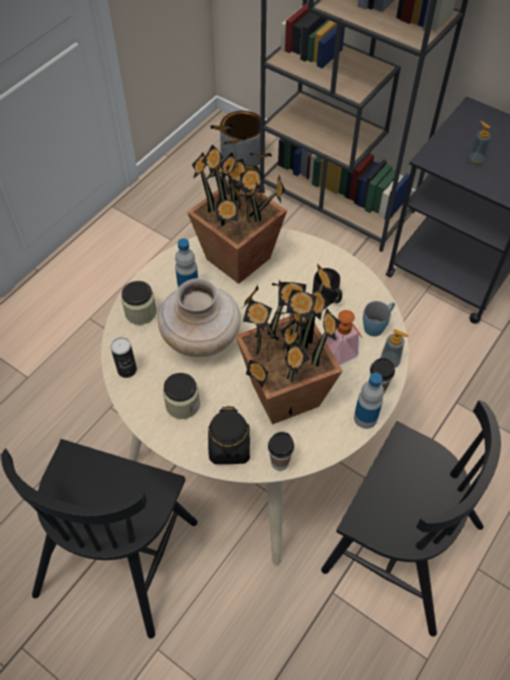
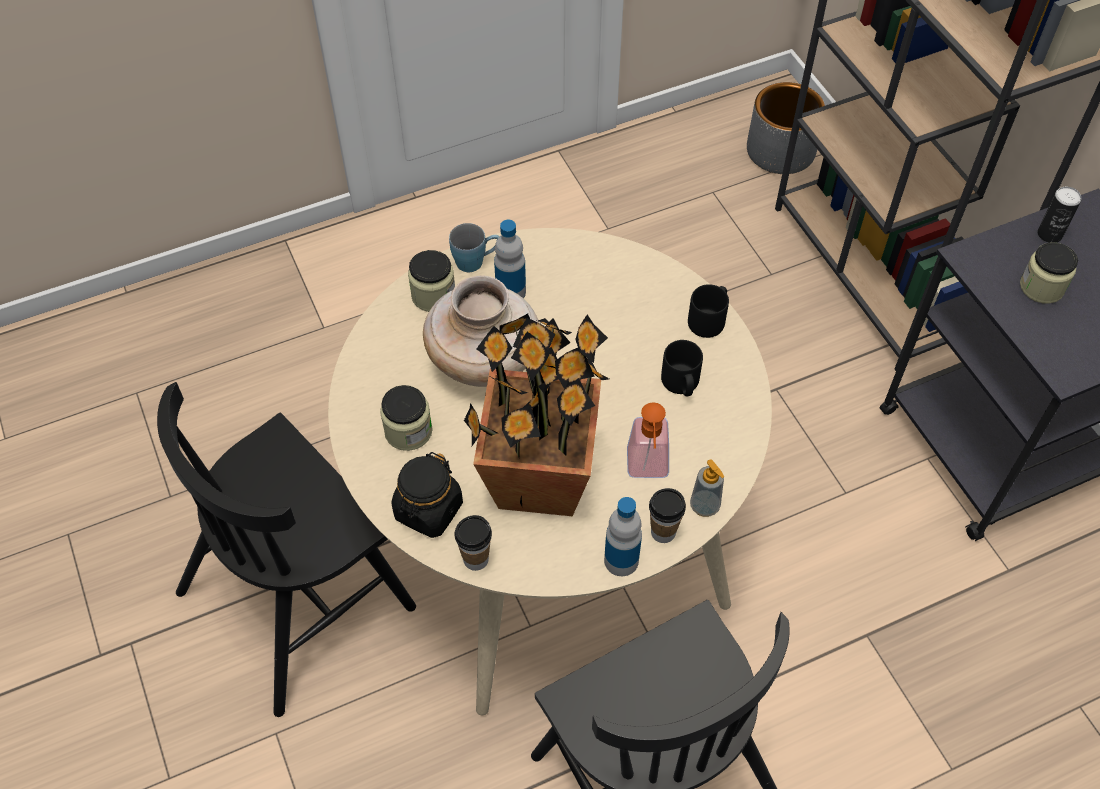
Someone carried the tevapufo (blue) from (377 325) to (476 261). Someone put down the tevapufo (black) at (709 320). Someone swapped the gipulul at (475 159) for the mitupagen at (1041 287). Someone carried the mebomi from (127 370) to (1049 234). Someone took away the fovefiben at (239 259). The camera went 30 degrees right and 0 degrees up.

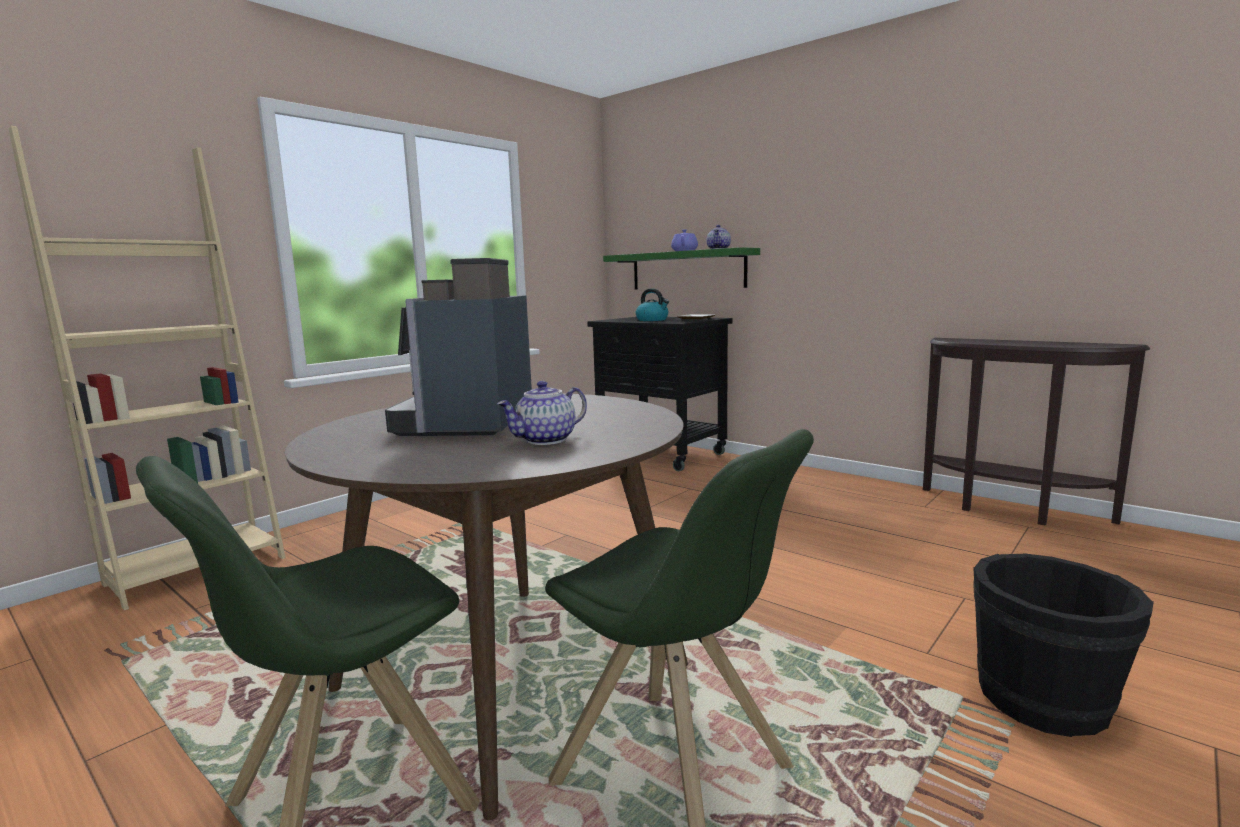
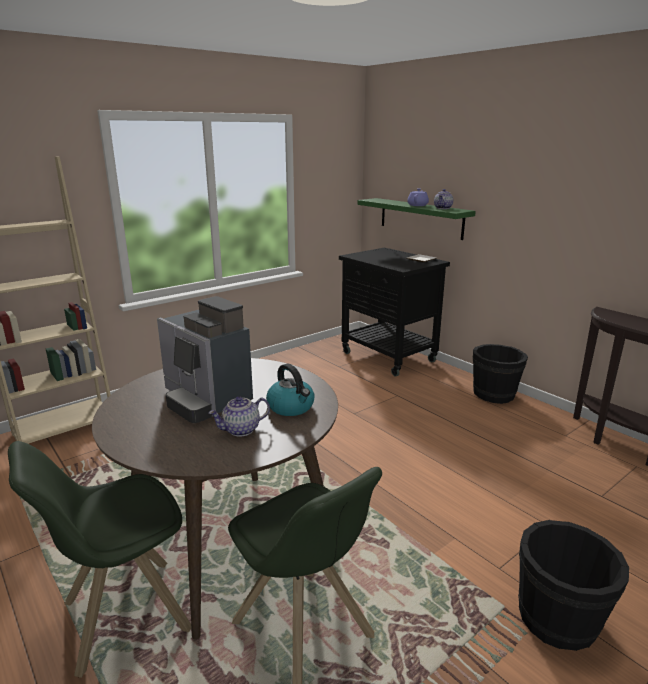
Someone rotated the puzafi at (469 423) by 60 degrees counterclockwise. Someone carried the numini from (652 320) to (291 407). Someone put down the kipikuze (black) at (494 394). The camera went 10 degrees right and 10 degrees up.

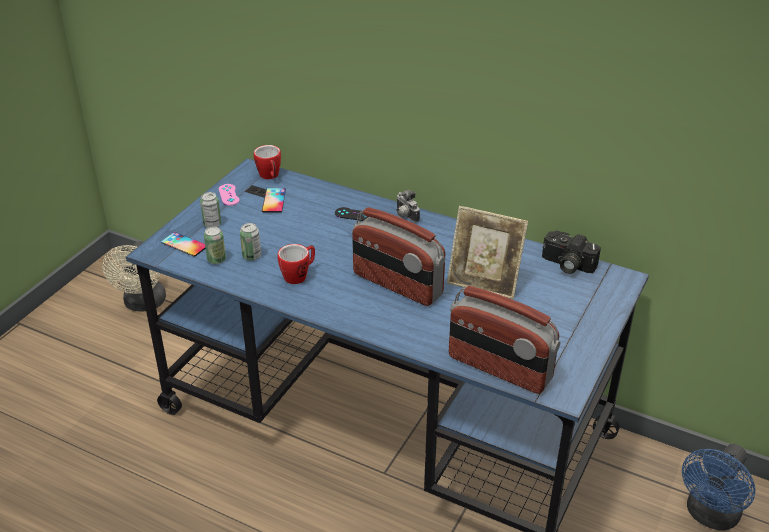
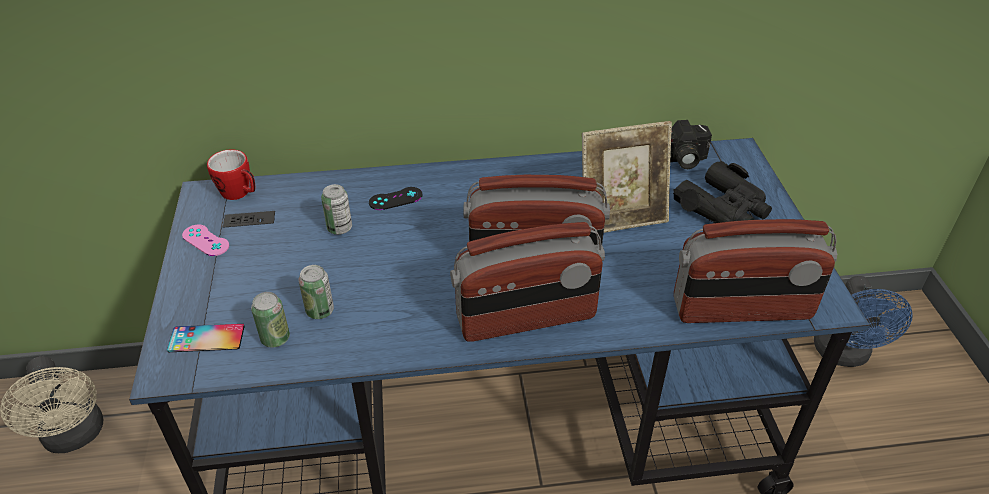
Someone carried the mebomi from (212 224) to (339 228). Someone put down the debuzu at (526 319). Someone put down the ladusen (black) at (723 208). Someone took away the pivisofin at (274 200). Someone took away the tevapufo at (299 275). Someone took away the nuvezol at (405 216). The camera went 35 degrees left and 5 degrees up.

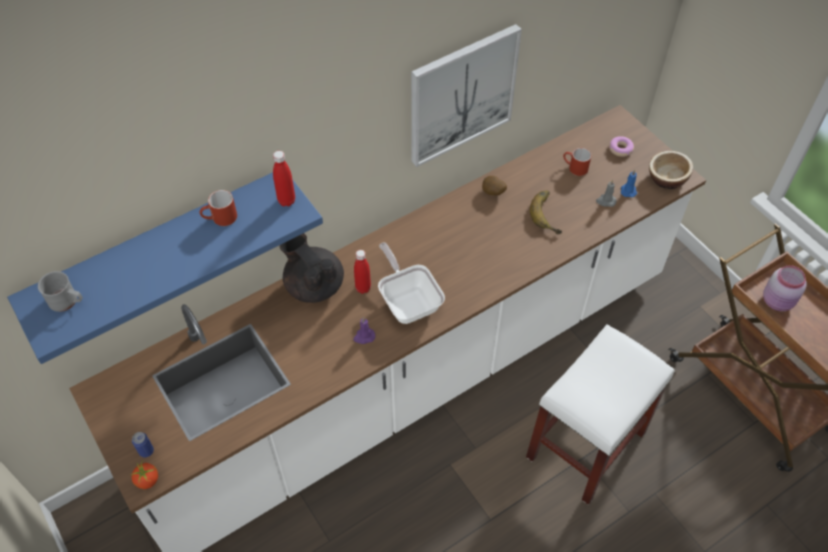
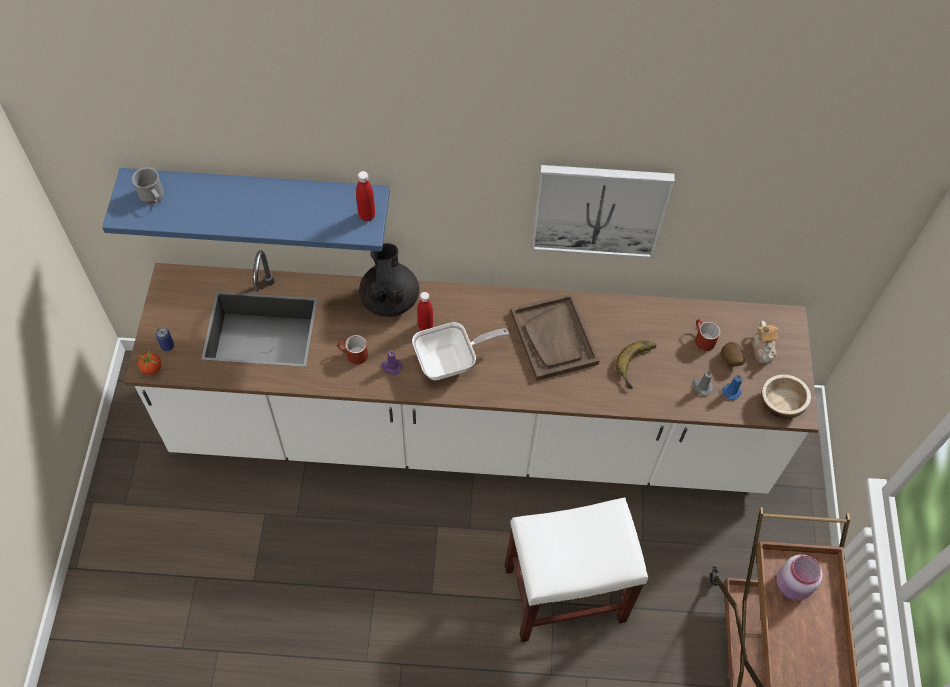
Someone carried the tevapufo (red) from (220 219) to (353 355). Someone rotated the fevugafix at (408 301) by 60 degrees clockwise. Someone put down the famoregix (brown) at (554 338). Someone carried the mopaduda from (493 193) to (729 360). Someone swapped the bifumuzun at (620 149) for the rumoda at (763 349). The camera went 35 degrees right and 5 degrees up.

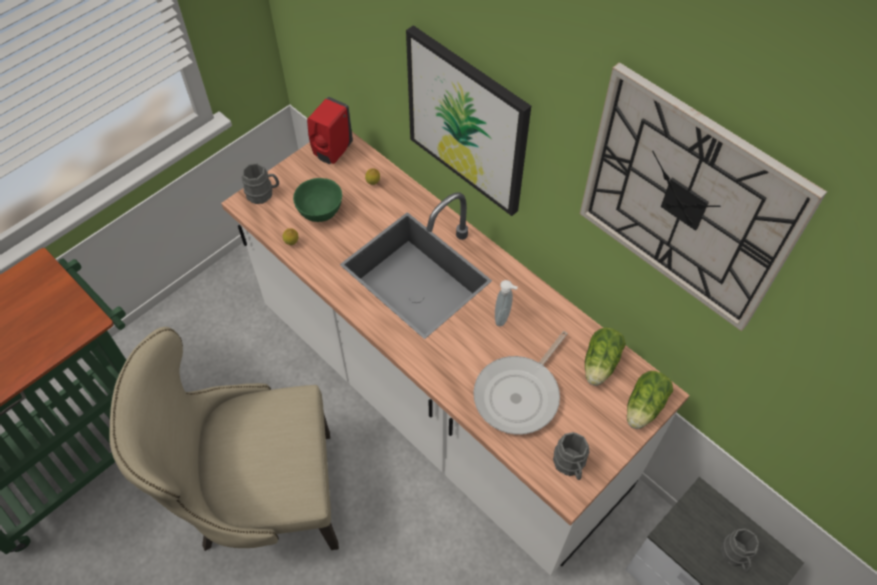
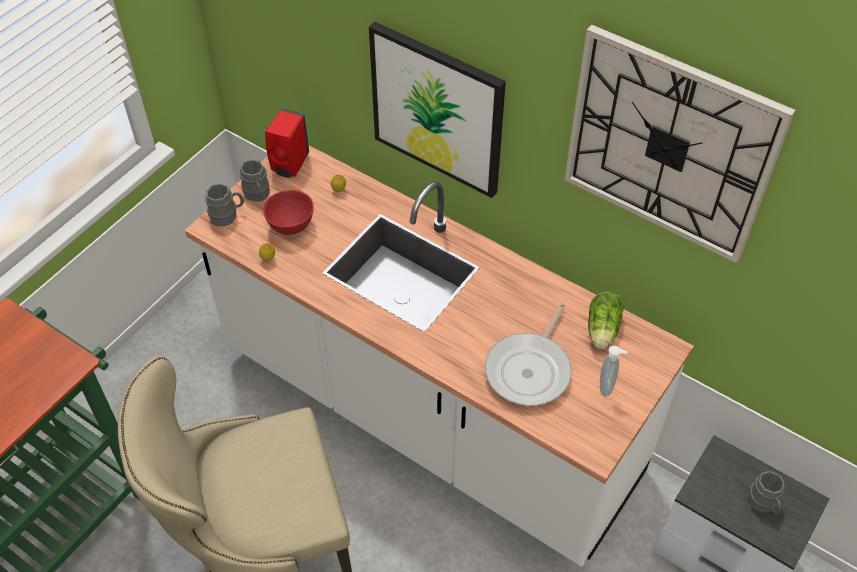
Someone carried the tevapufo (grey) from (570 465) to (257 195). Someone repainted the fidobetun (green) at (321 212), which became the fidobetun (red) at (291 225). Someone carried the gipulul from (503 317) to (607 386). Someone took away the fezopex at (643 408). The camera went 10 degrees left and 5 degrees down.

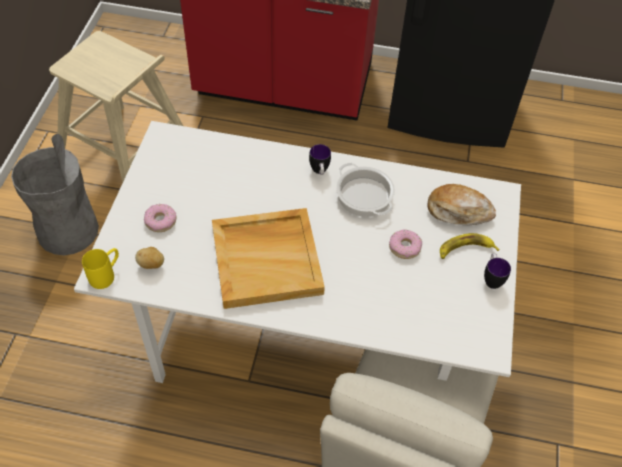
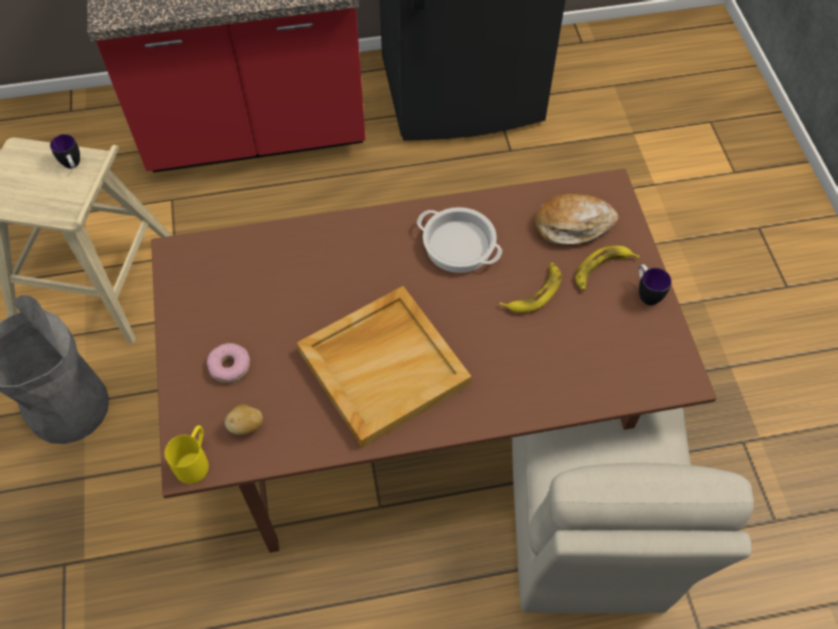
Someone carried the tevapufo from (319 172) to (73 166). Someone repainted the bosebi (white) at (303 332), which became the bosebi (brown) at (417 423). Someone swapped the bifumuzun at (404 247) for the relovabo at (534 292). The camera went 20 degrees left and 5 degrees up.

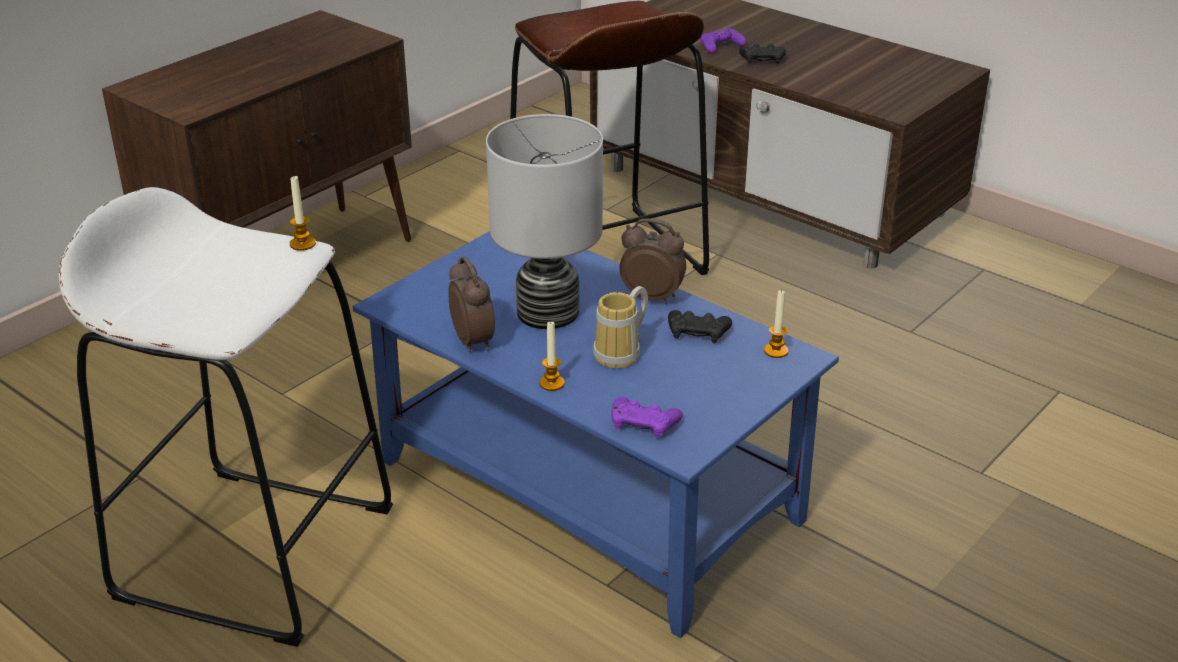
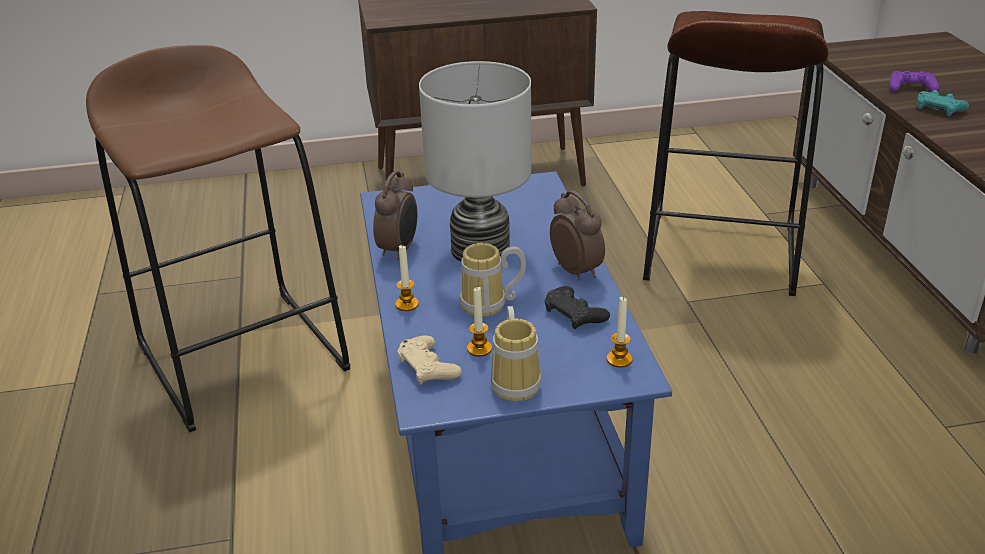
Someone repainted the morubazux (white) at (255 552), which became the morubazux (brown) at (243 356). Someone repainted the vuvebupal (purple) at (643 423), which became the vuvebupal (beige) at (428 367). Someone carried the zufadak from (302 244) to (479 349). Someone put down the tevapufo at (517 381). Someone repainted the vuvebupal (black) at (762 59), which became the vuvebupal (turquoise) at (939 109). The camera went 40 degrees right and 0 degrees up.

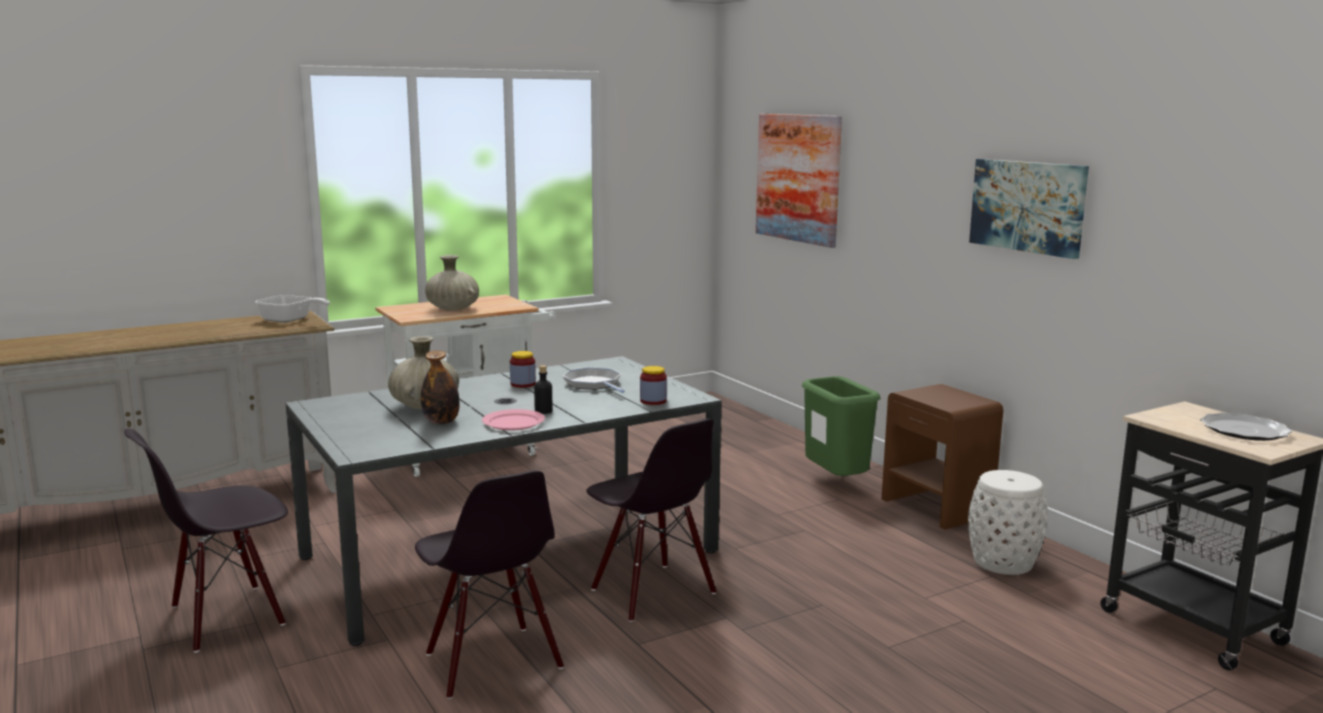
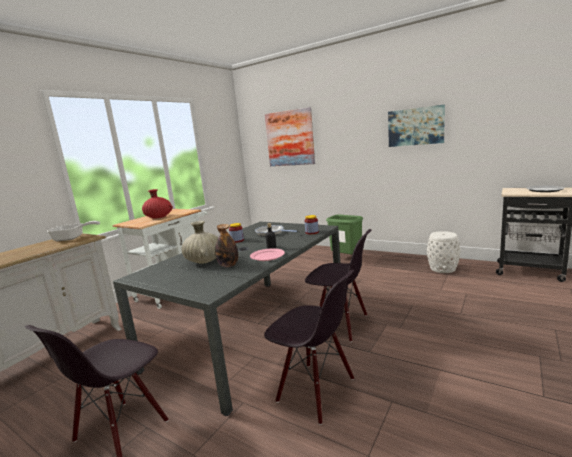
Someone repainted the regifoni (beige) at (452 309), which became the regifoni (red) at (158 217). Someone took away the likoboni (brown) at (937 507). The camera went 25 degrees left and 0 degrees up.

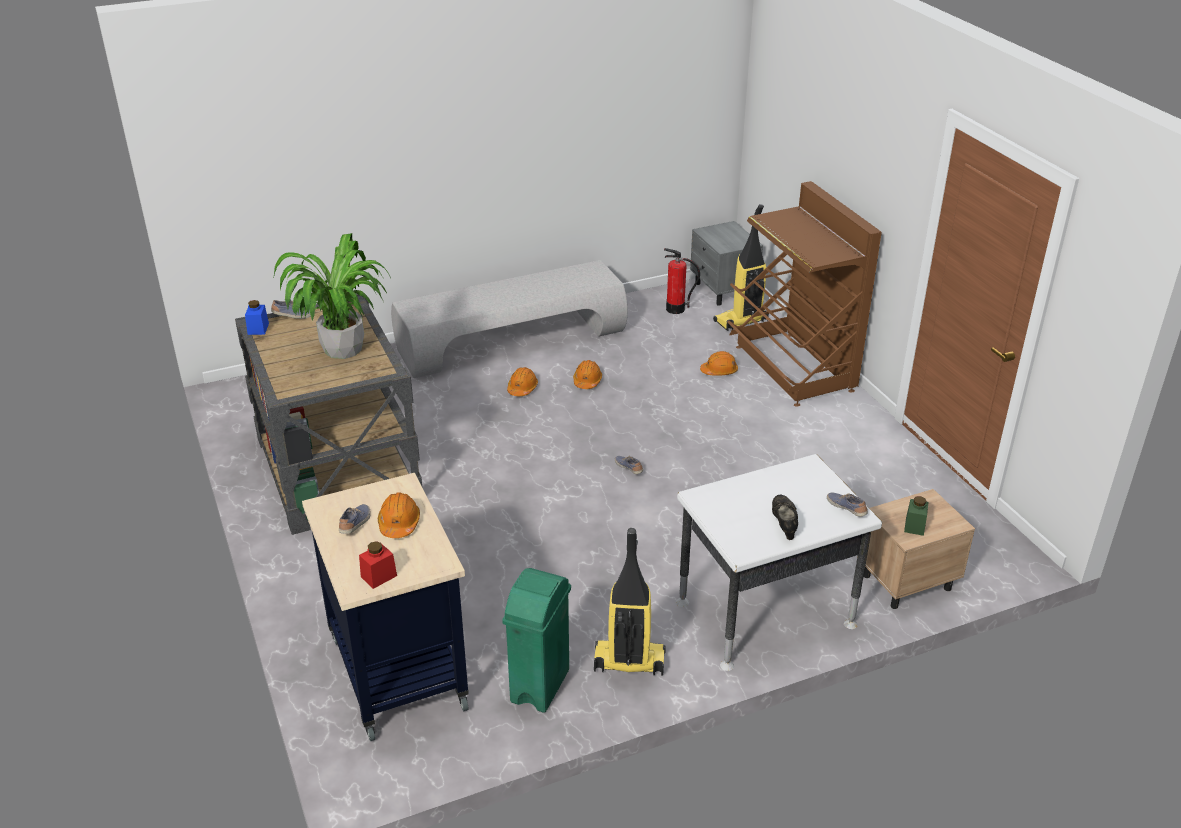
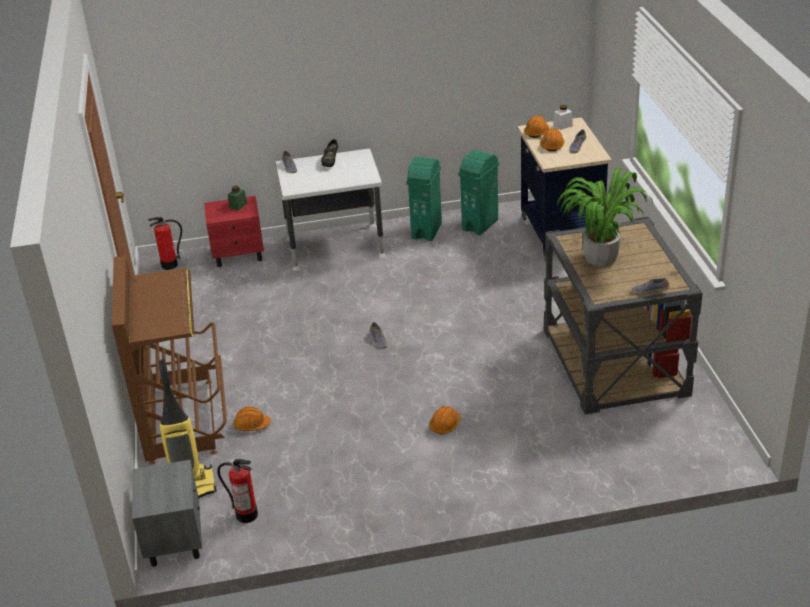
Someone put down the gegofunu at (169 265). Someone repainted the likoboni (beige) at (905 582), which became the likoboni (red) at (239 254). Someone swapped the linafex at (628 662) for the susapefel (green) at (427 231). Someone carried the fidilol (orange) from (587 381) to (536 132). Someone repainted the mitupagen (red) at (379 576), which became the mitupagen (white) at (562 125). Someone took away the mitupagen (blue) at (258 329). Someone took away the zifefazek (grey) at (511 340). The camera went 165 degrees left and 0 degrees up.

